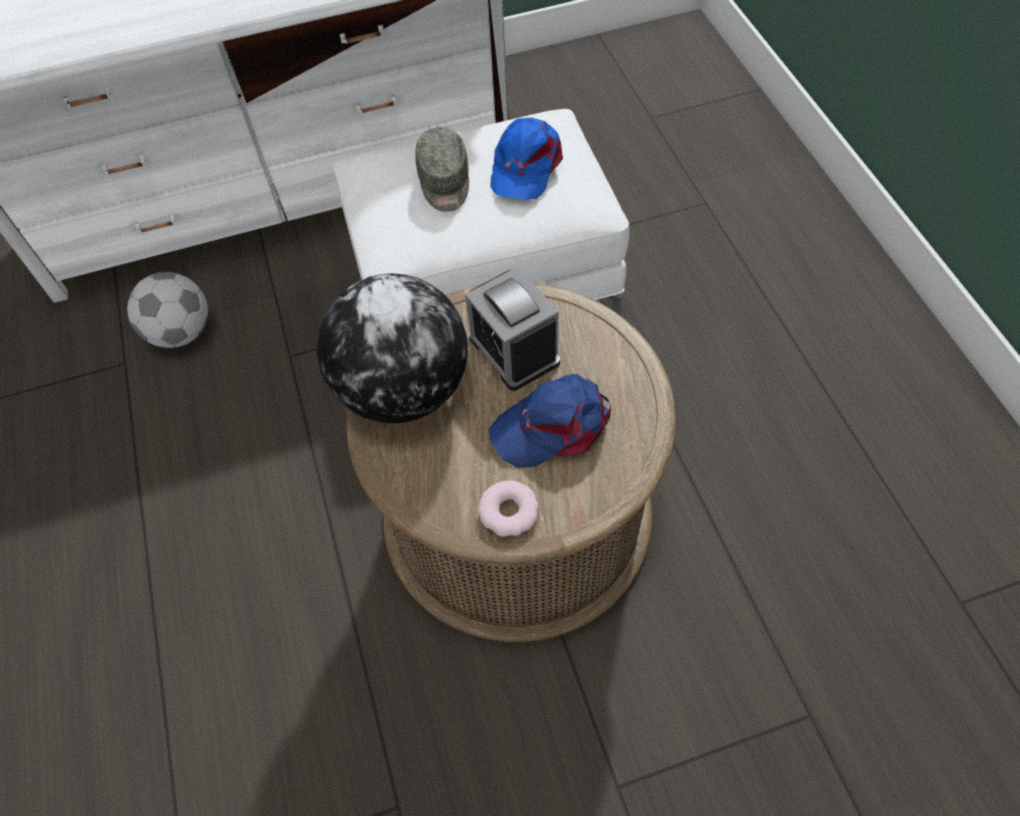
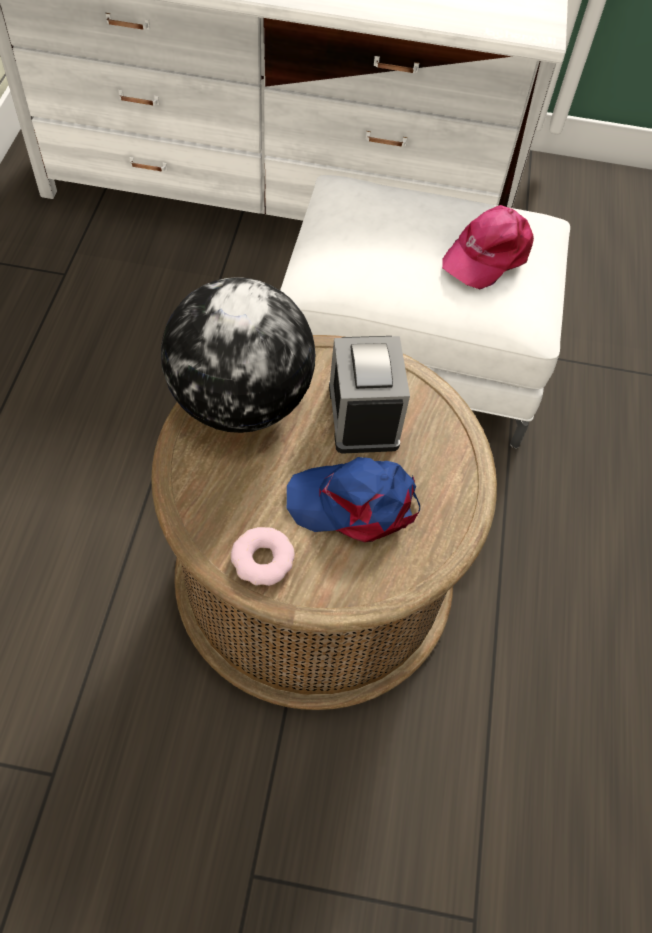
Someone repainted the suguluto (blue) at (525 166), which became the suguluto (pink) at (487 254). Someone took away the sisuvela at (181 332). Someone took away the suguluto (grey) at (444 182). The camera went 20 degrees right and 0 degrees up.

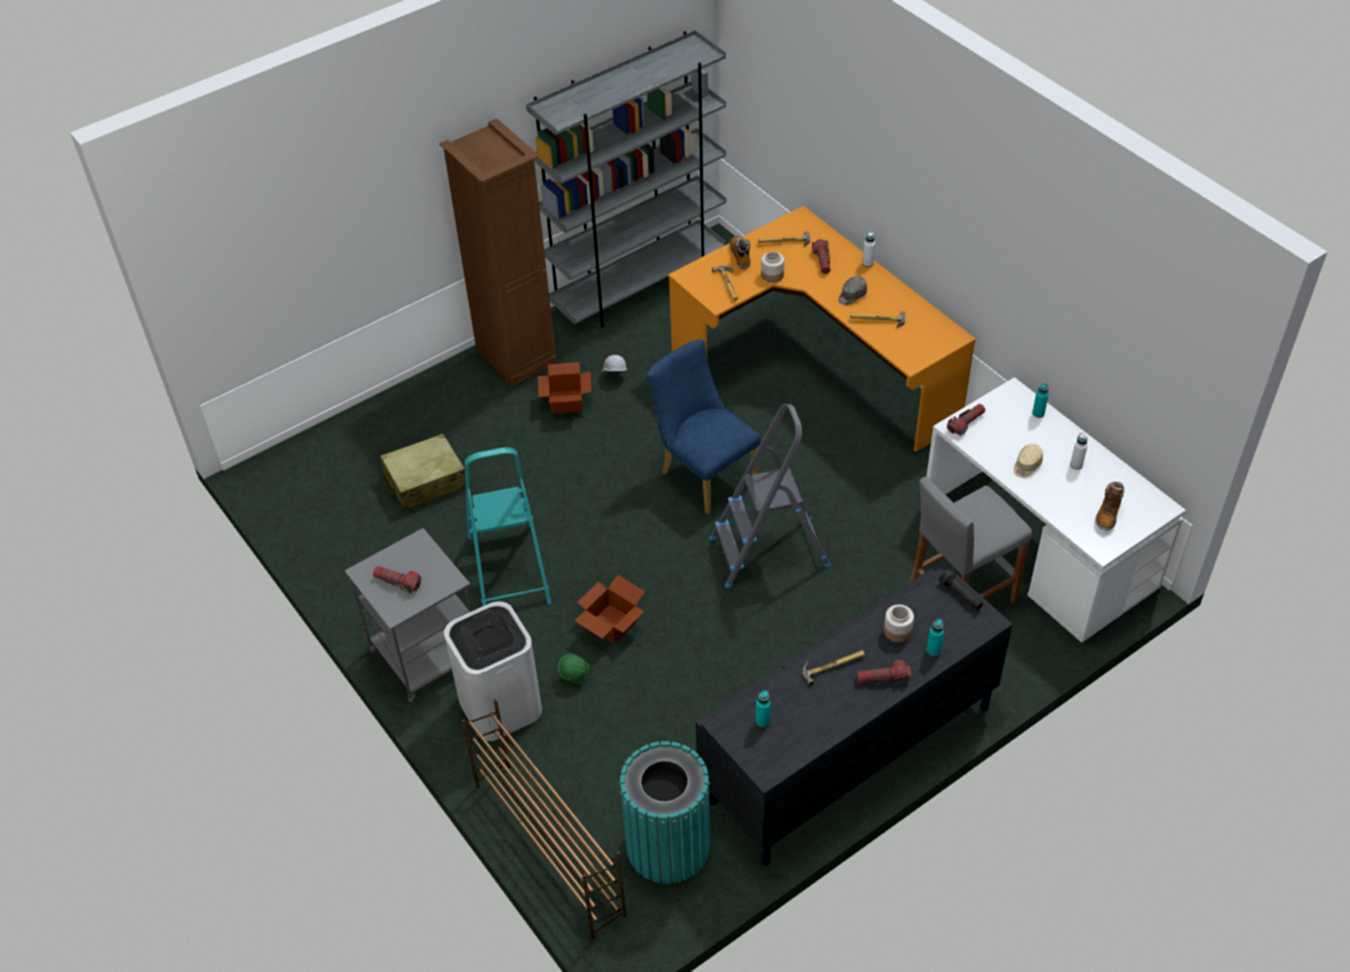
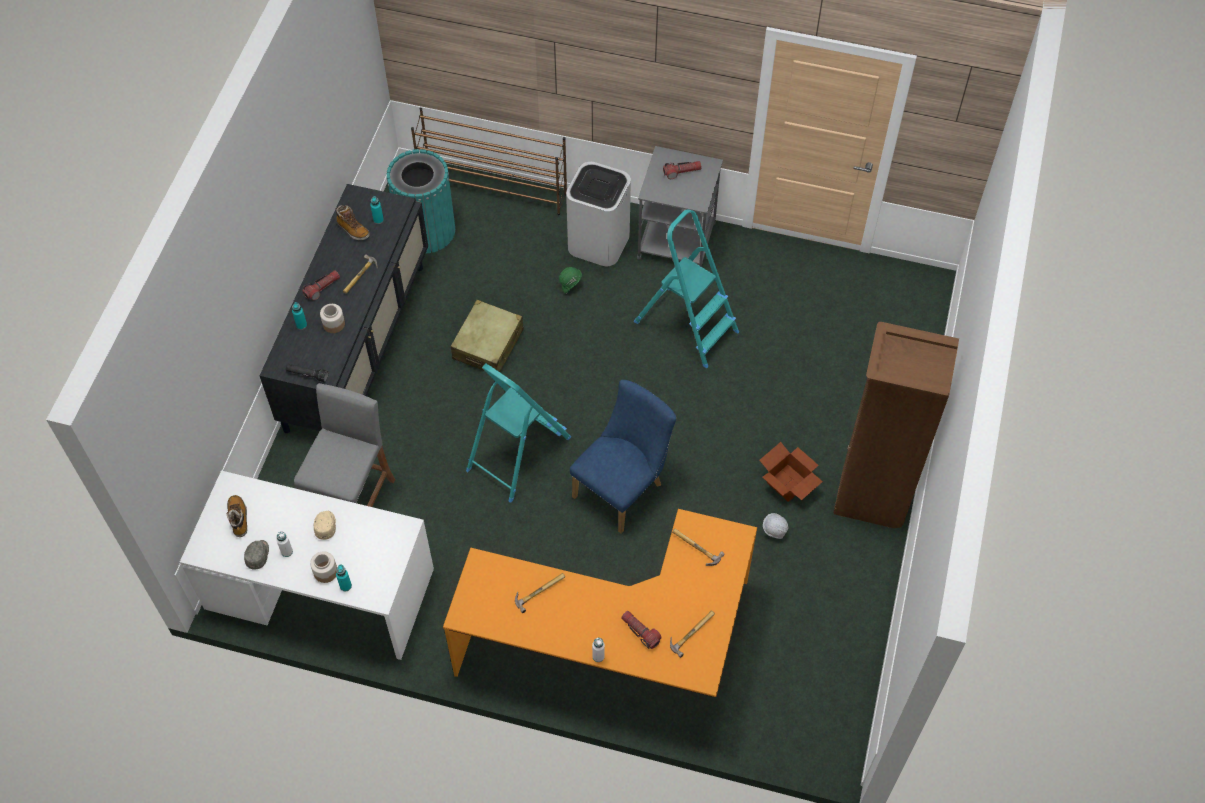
Someone carried the suguluto (grey) from (851 296) to (258 555). Someone carried the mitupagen from (772 275) to (325 571). Someone carried the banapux from (740 256) to (352 229). Someone carried the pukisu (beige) from (425 481) to (488 344). Someone repainted the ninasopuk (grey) at (768 552), which became the ninasopuk (turquoise) at (519 452). Someone rotated the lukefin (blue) at (703 473) by 60 degrees counterclockwise. Someone took away the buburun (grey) at (639 286). Someone took away the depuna at (610 624). Someone took away the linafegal at (966 423). The camera went 140 degrees right and 10 degrees up.

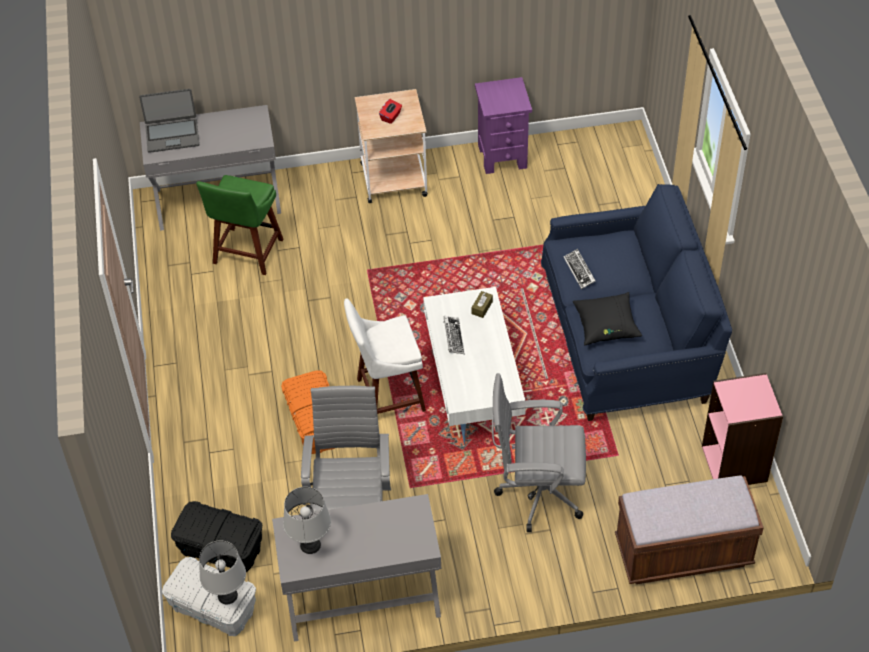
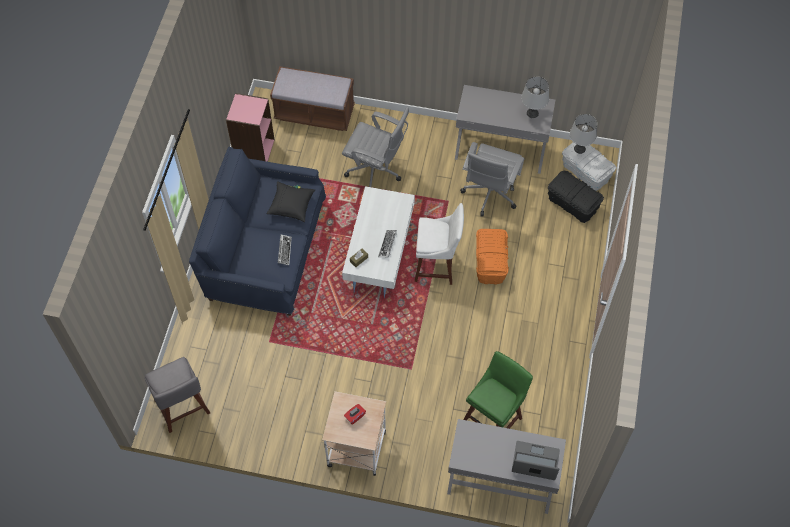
Someone put down the lukefin (grey) at (183 409). Someone took away the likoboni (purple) at (503 157). The camera went 160 degrees left and 10 degrees up.

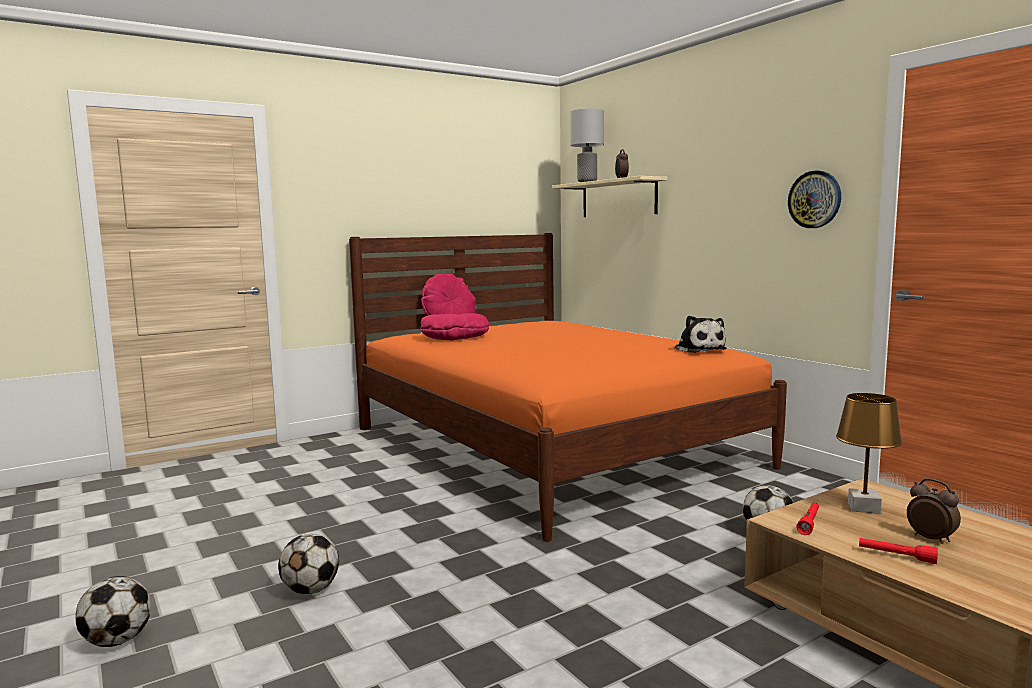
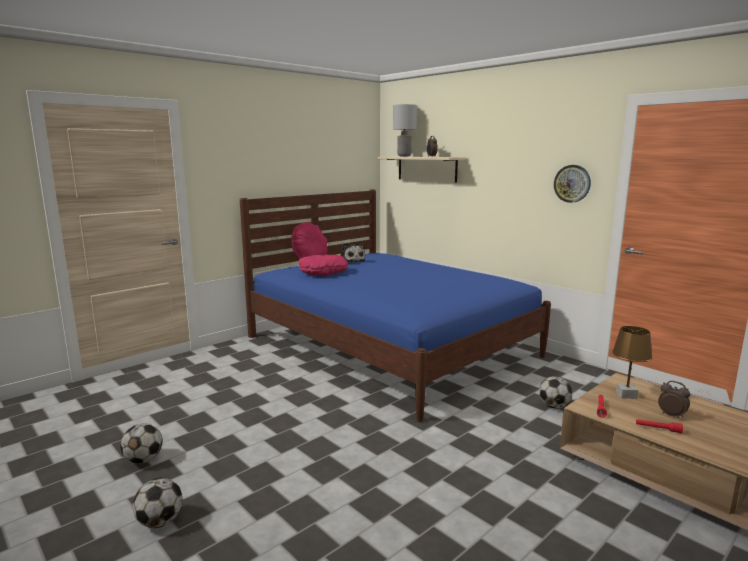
Someone carried the sisuvela from (310 590) to (143 460). Someone repainted the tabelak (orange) at (549 446), which became the tabelak (blue) at (390 346). Someone carried the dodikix from (698 349) to (351 261). The camera went 10 degrees left and 5 degrees up.

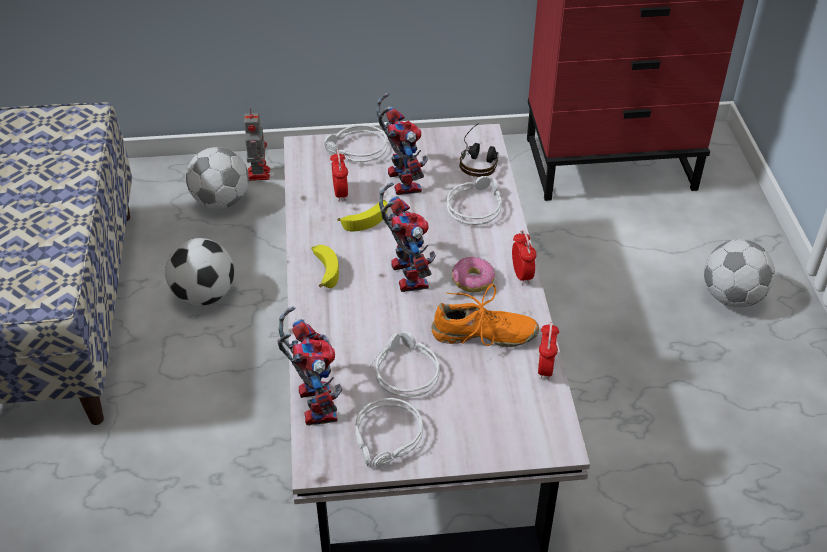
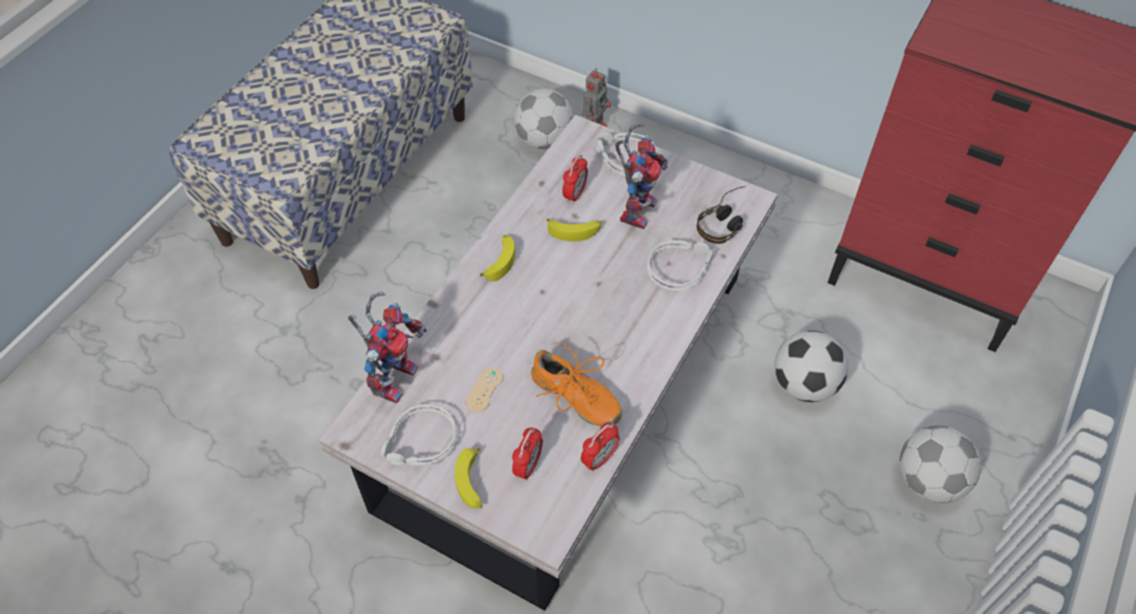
Someone put down the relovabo at (472 483). Someone swapped the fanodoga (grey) at (404 370) for the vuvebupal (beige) at (484 389). Someone carried the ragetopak from (522 275) to (528 466). Someone carried the sisuvela from (204 295) to (804 384). Someone took away the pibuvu at (404 273). Someone took away the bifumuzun at (473 280). The camera went 35 degrees right and 10 degrees up.

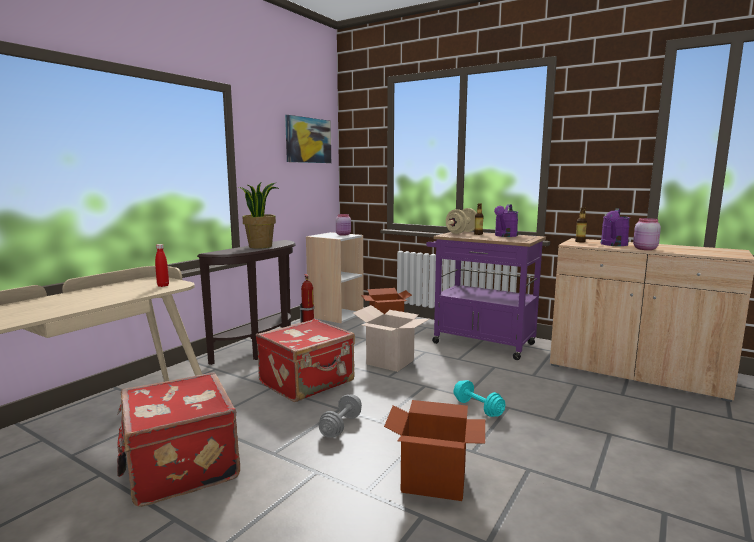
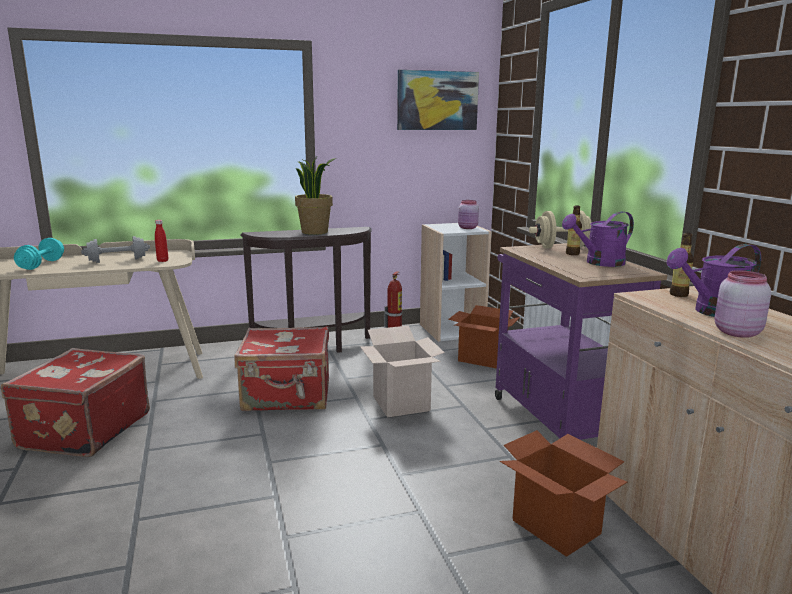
Someone carried the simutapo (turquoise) from (478 408) to (41 265). Someone carried the simutapo (grey) from (341 426) to (117 260). Someone carried the depuna from (434 481) to (556 527). The camera went 40 degrees right and 5 degrees up.

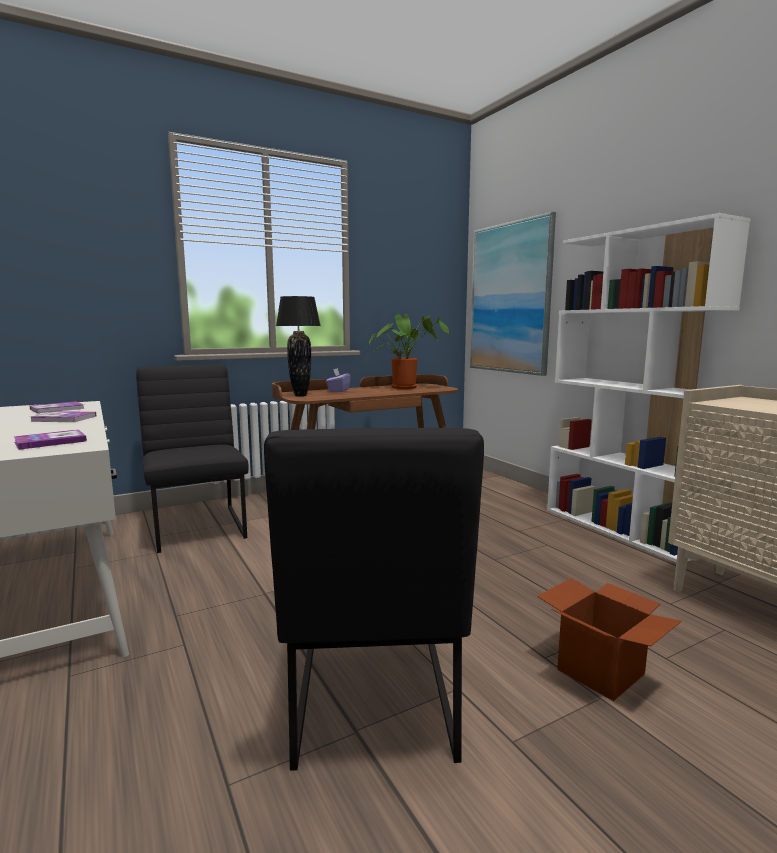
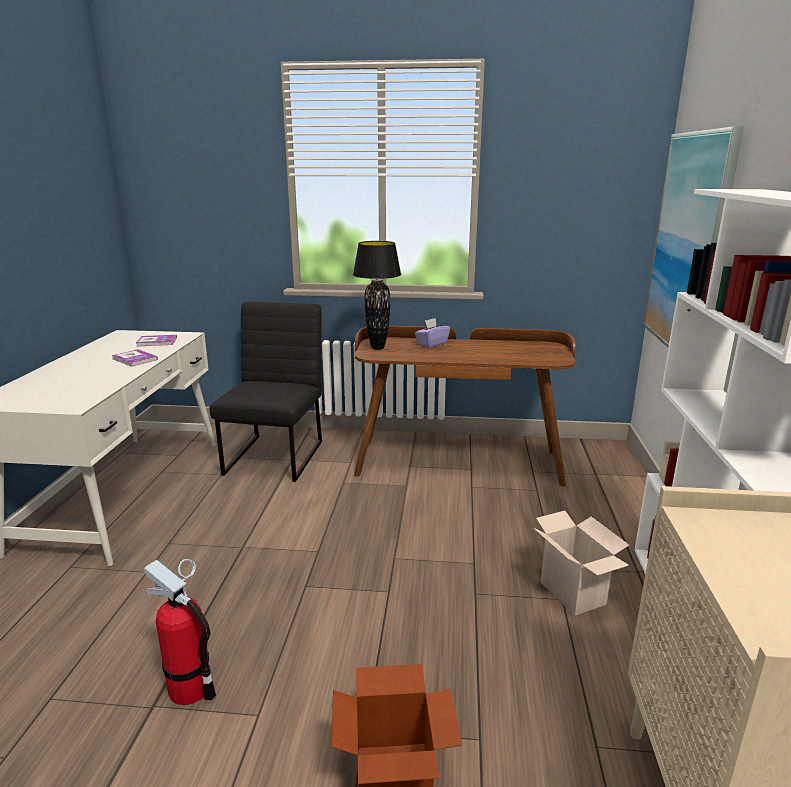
Someone swapped the lukefin (black) at (371 701) for the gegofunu at (191 688). Someone put down the depuna at (575 594). Someone took away the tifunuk at (50 441). Someone took away the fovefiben at (406 387). The camera went 35 degrees right and 10 degrees up.

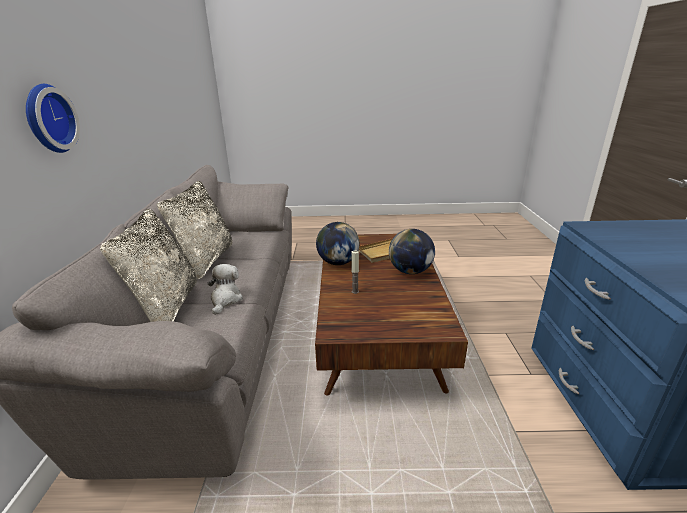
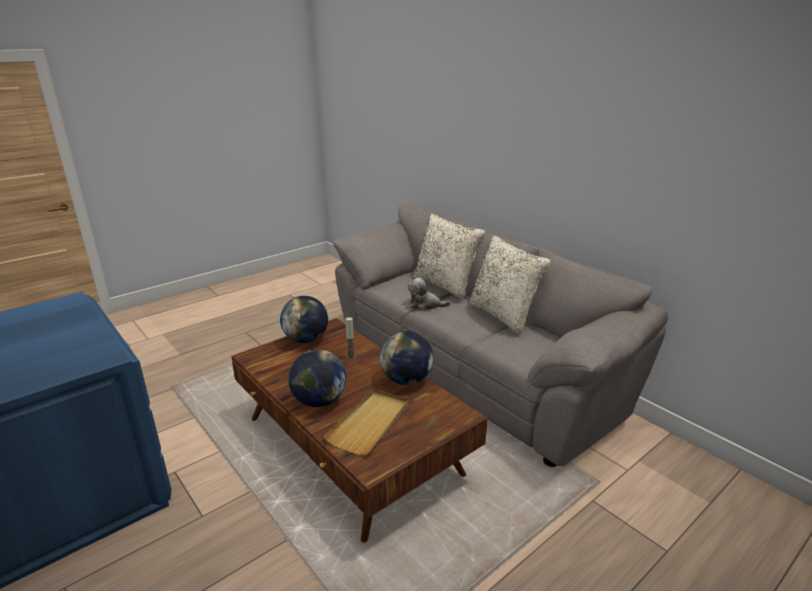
Someone put down the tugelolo at (306 339). Someone rotated the dodikix at (225 300) by 135 degrees clockwise. Someone took away the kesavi at (47 119). The camera went 140 degrees right and 0 degrees up.

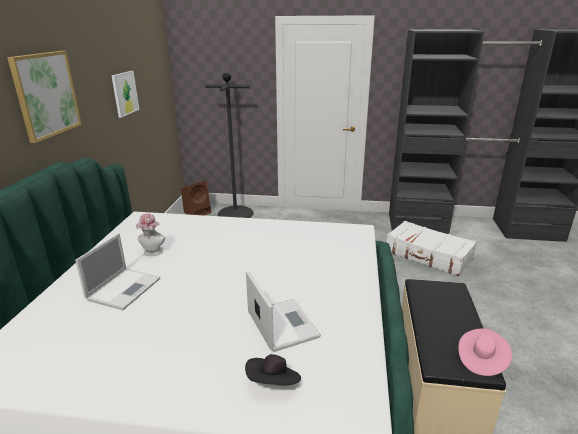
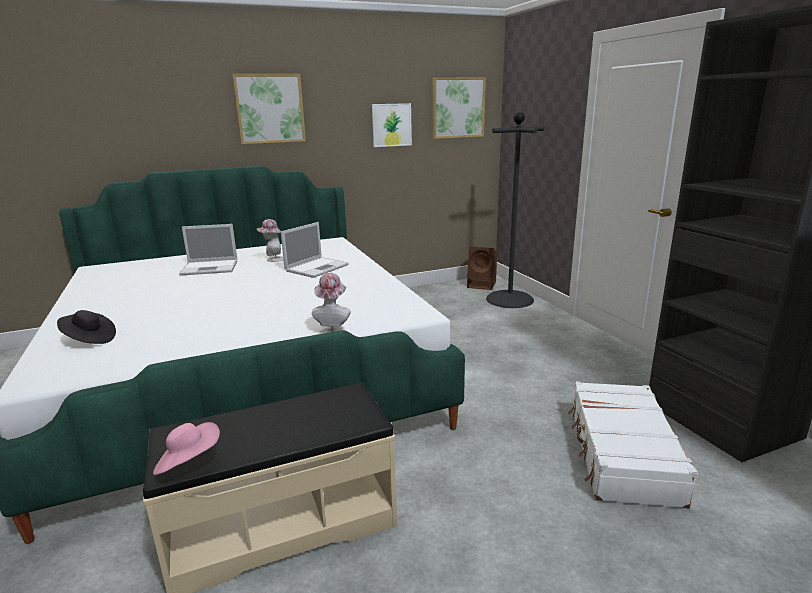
Someone carried the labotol from (281 324) to (317 267). Someone put down the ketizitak at (333 331). Someone put up the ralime at (458 108). The camera went 60 degrees right and 5 degrees down.

